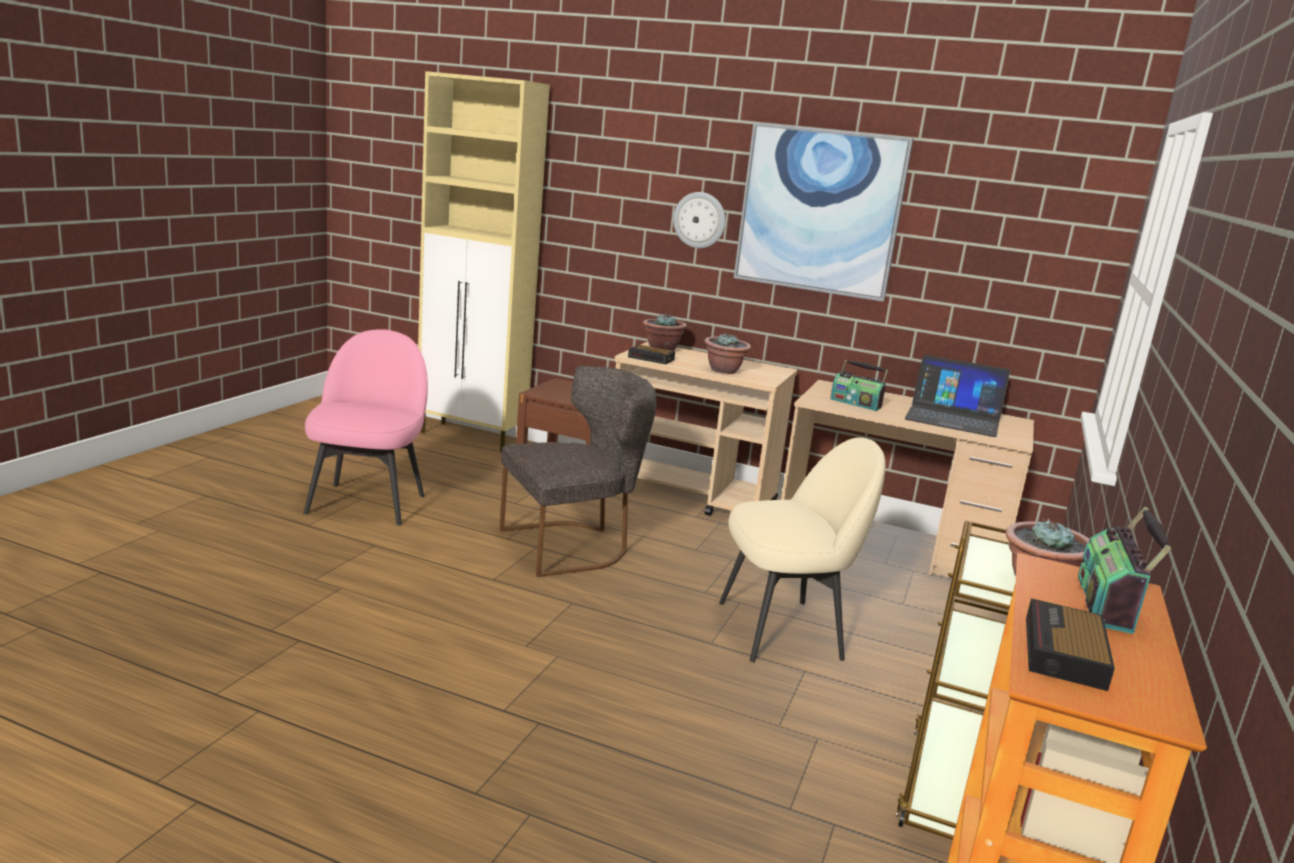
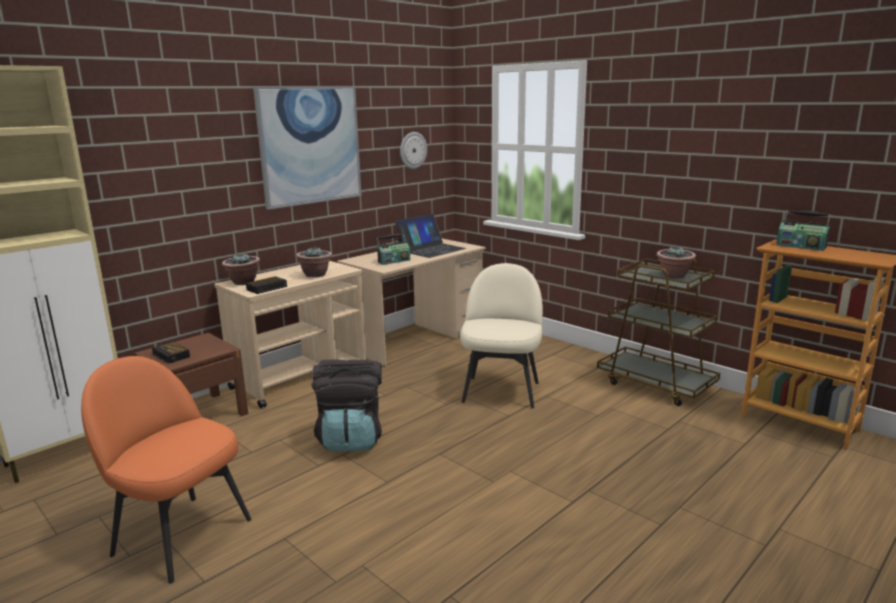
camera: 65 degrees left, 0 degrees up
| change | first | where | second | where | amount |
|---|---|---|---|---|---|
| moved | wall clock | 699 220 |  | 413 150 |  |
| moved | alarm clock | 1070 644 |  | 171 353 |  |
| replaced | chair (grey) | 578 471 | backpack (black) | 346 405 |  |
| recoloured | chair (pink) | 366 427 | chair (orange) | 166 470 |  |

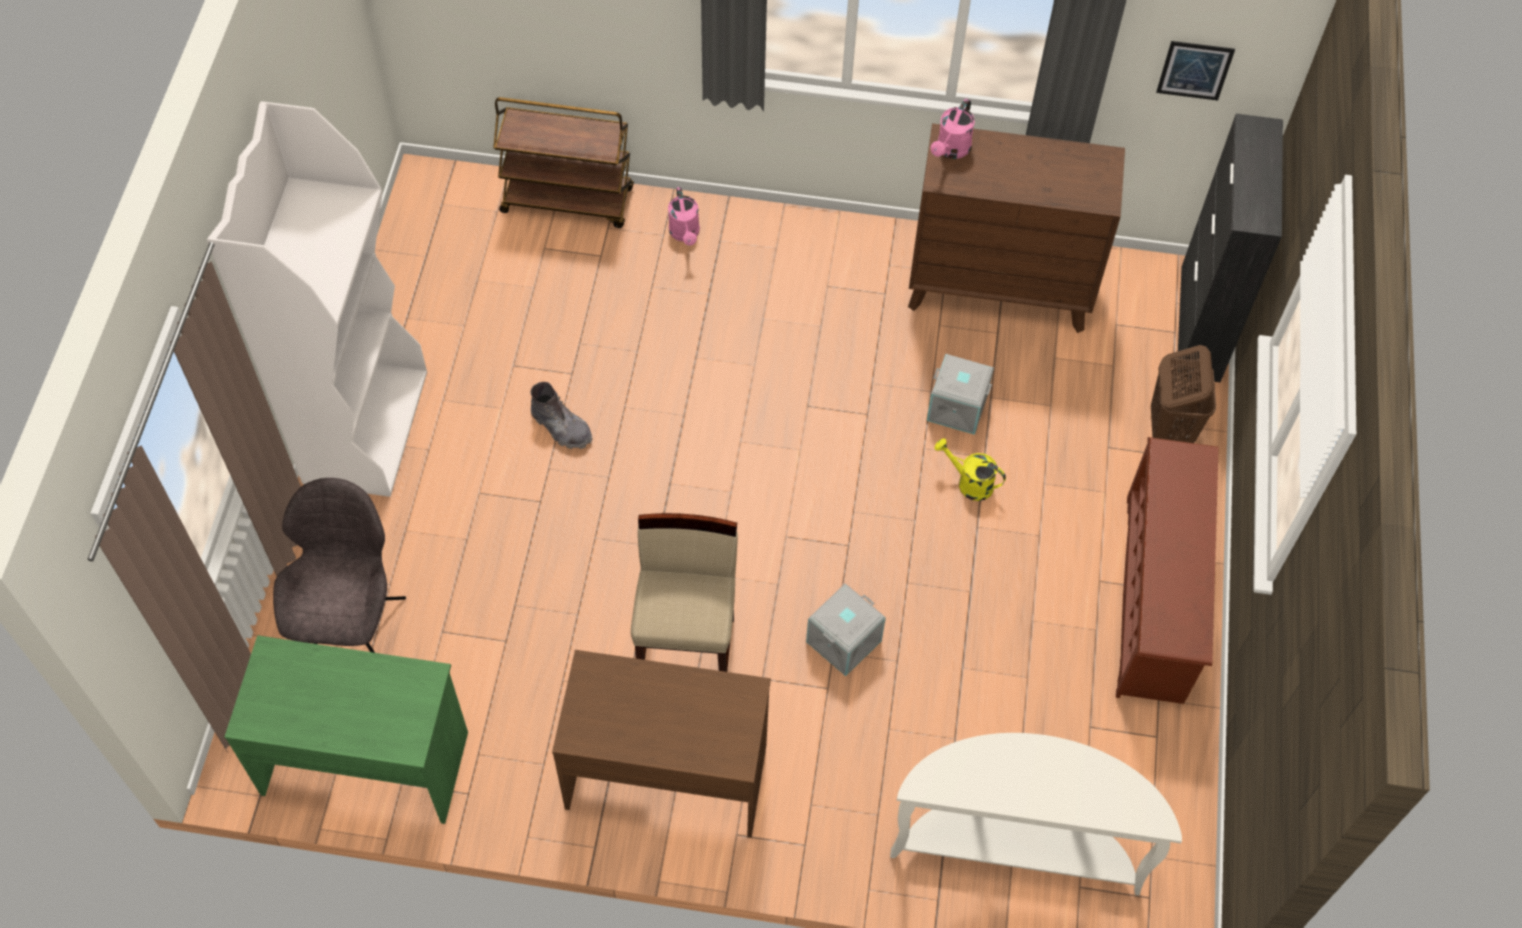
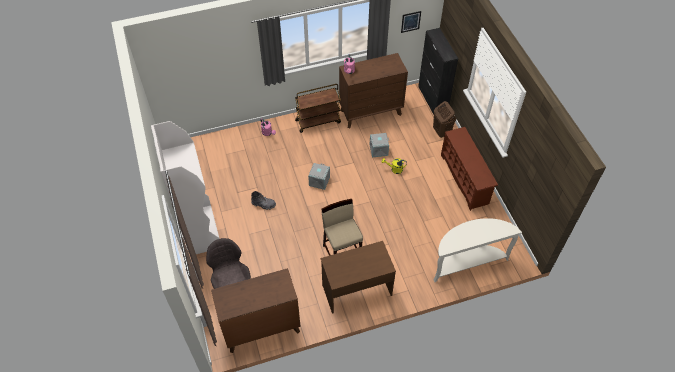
camera: 25 degrees left, 5 degrees down
| change | first | where | second | where | amount |
|---|---|---|---|---|---|
| moved | cart (brown) | 563 162 |  | 318 108 |  |
| moved | storage box (grey) | 846 629 |  | 319 176 |  |
| replaced | desk (green) | 346 729 | dresser (brown) | 256 310 |  |

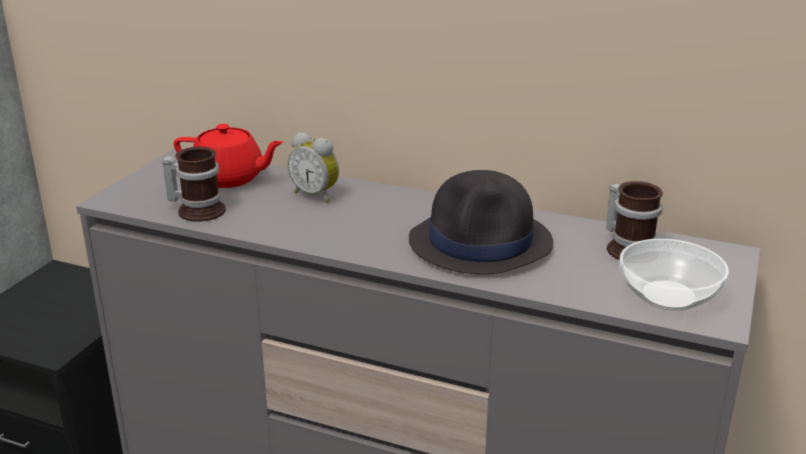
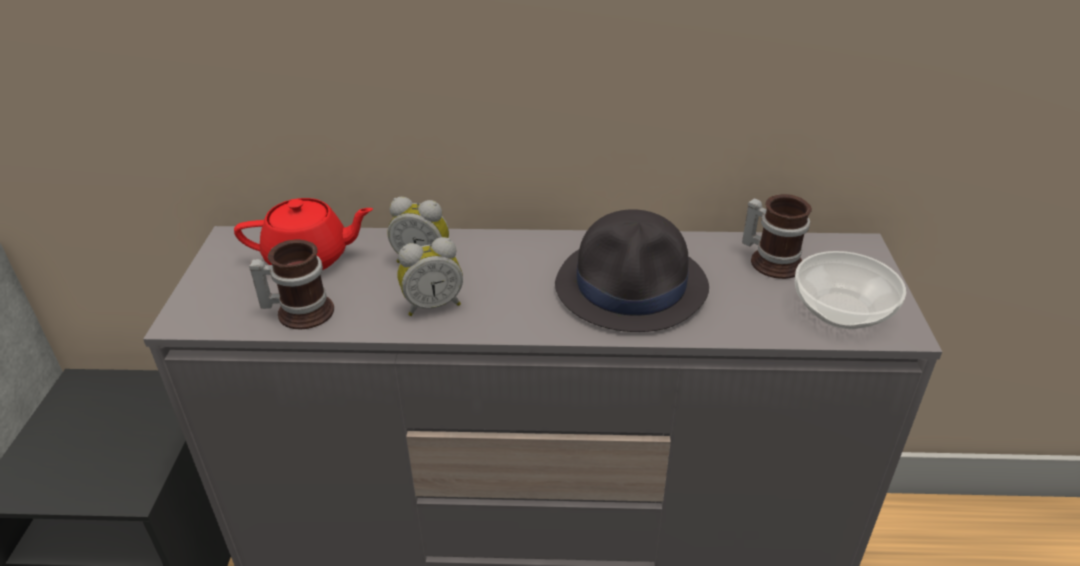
camera: 20 degrees left, 10 degrees up
| change | first | where | second | where | amount |
|---|---|---|---|---|---|
| added |  |  | alarm clock | 430 276 |  |

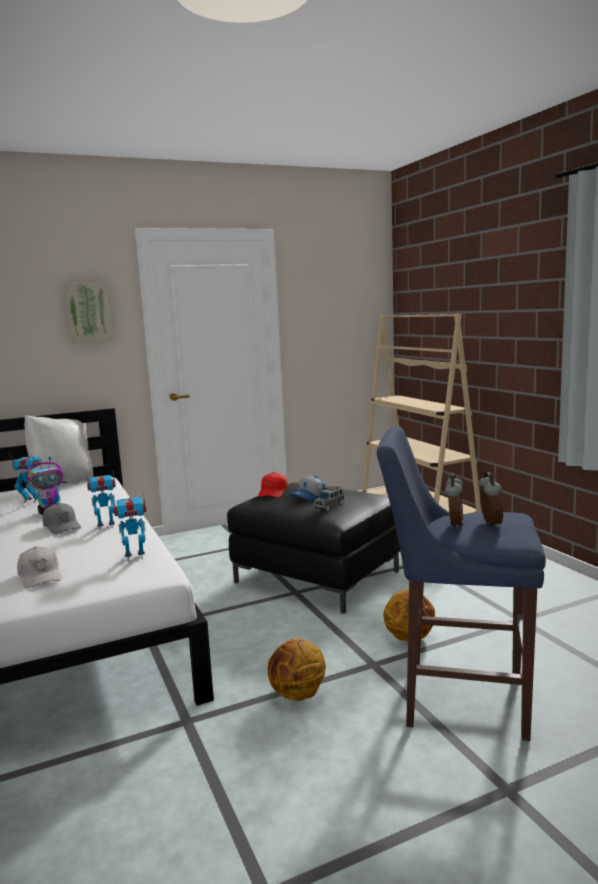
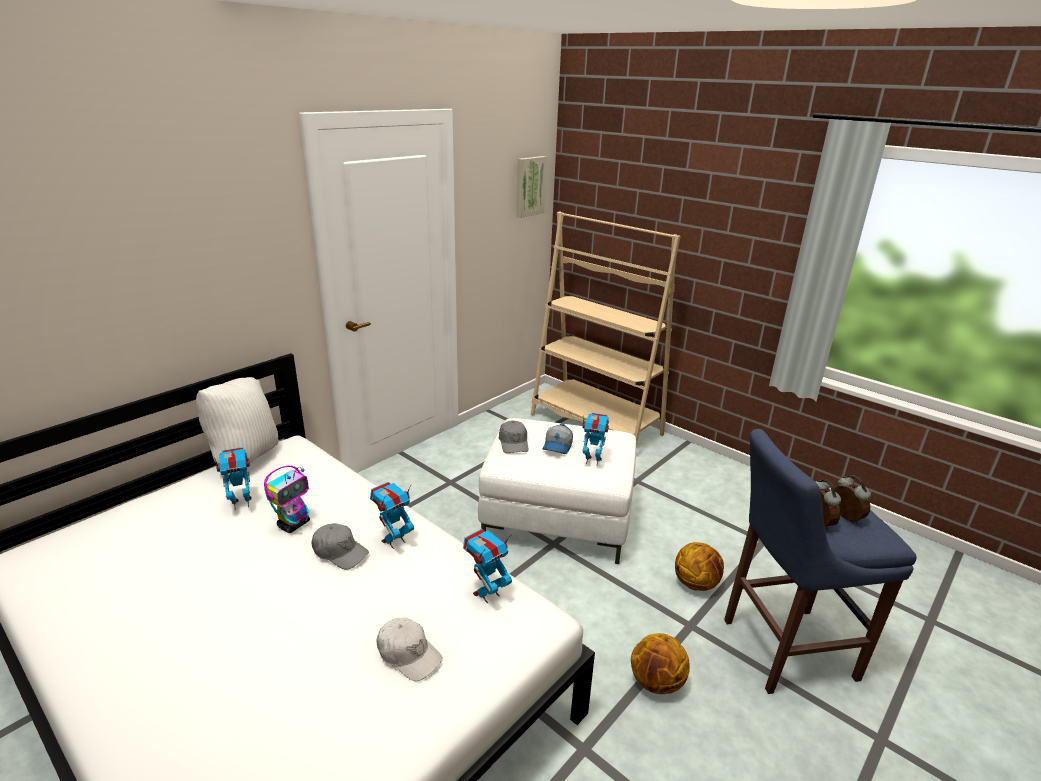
camera: 25 degrees left, 15 degrees up
| change | first | where | second | where | amount |
|---|---|---|---|---|---|
| moved | picture | 88 313 |  | 531 187 |  |
| replaced | toy car (grey) | 329 498 | toy robot | 595 439 |  |
| recoloured | ottoman (black) | 313 548 | ottoman (white) | 557 491 |  |
| recoloured | cap (red) | 273 485 | cap (grey) | 513 436 |  |

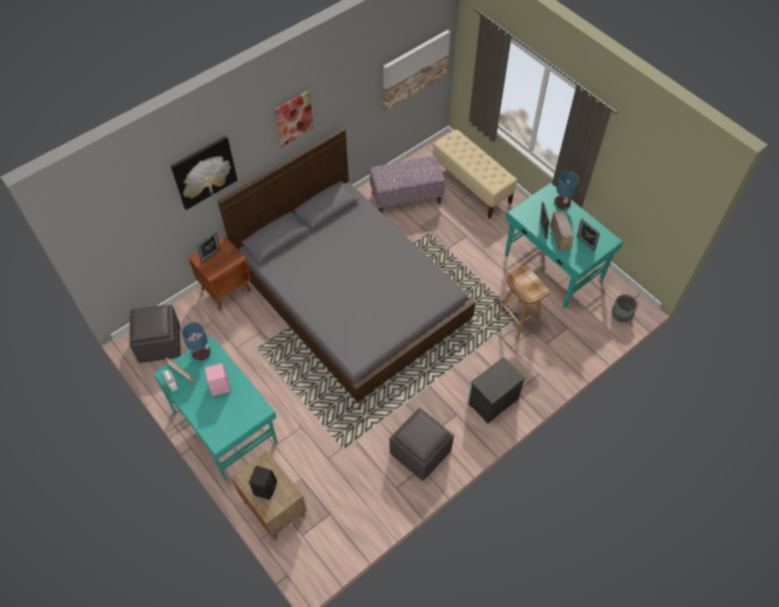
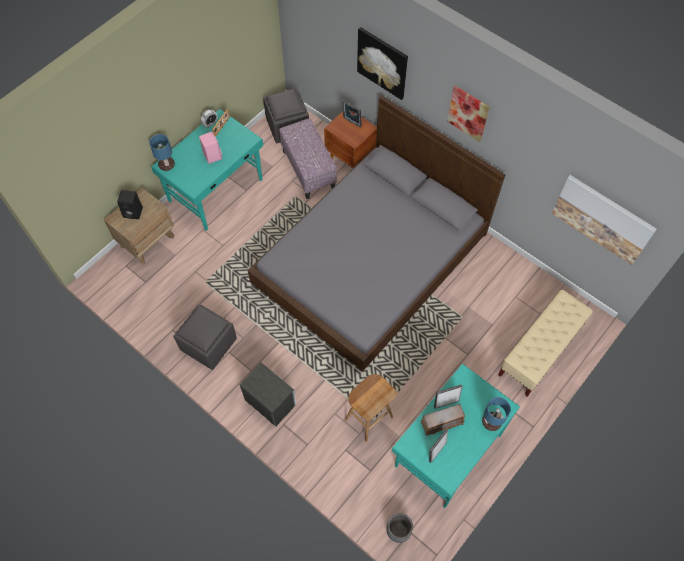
camera: 80 degrees right, 5 degrees up
| change | first | where | second | where | amount |
|---|---|---|---|---|---|
| moved | table lamp | 196 341 |  | 162 152 |  |
| moved | ottoman | 407 185 |  | 308 159 |  |

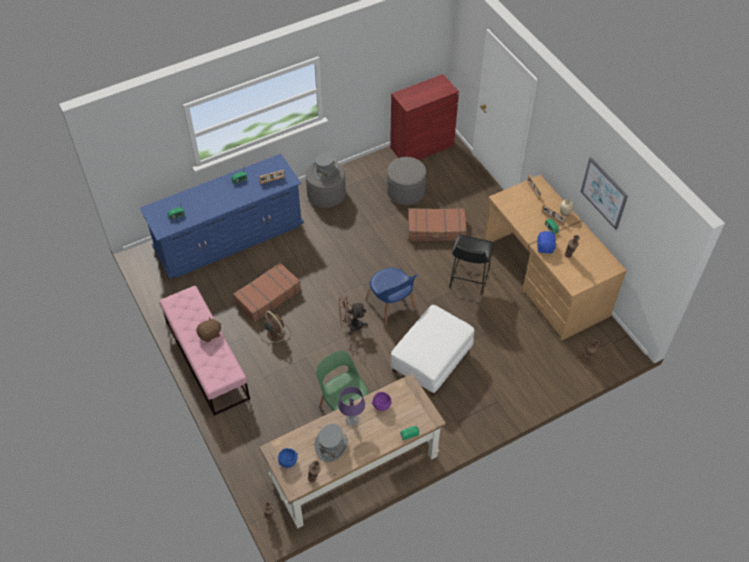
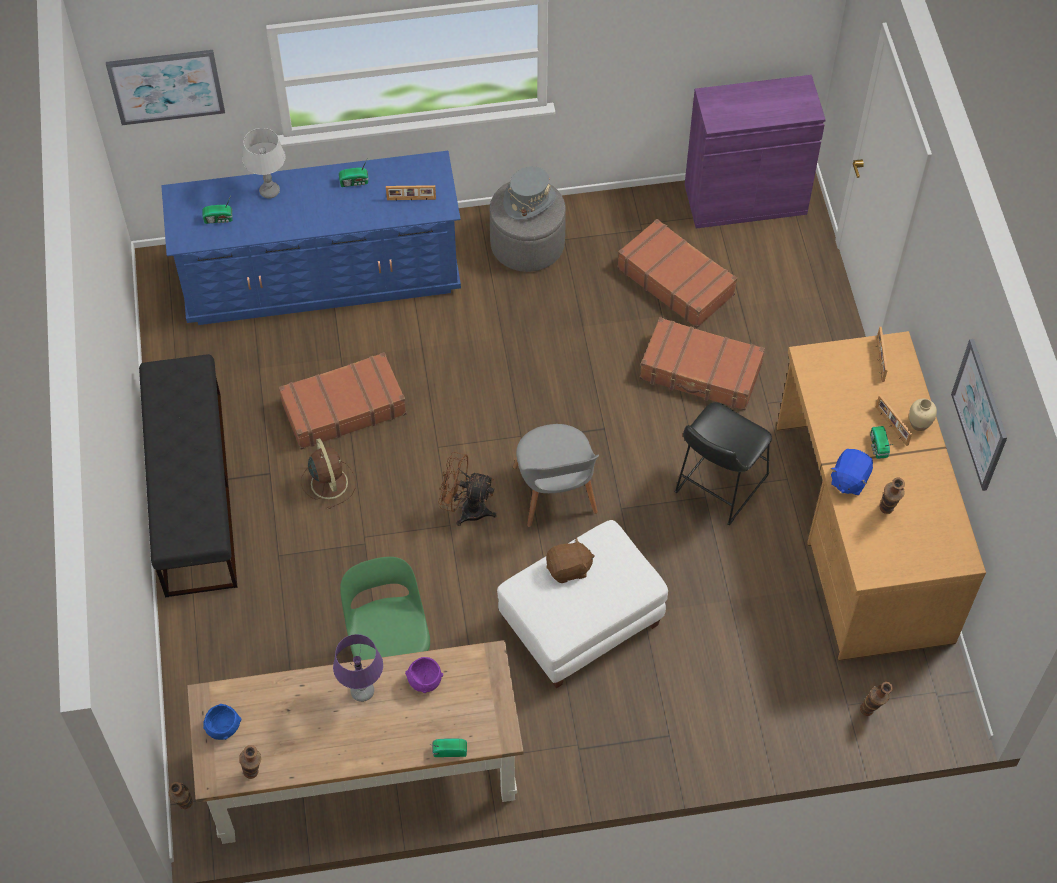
camera: 20 degrees right, 5 degrees up
| change | first | where | second | where | amount |
|---|---|---|---|---|---|
| removed | hat (grey) | 331 443 |  |  |  |
| added |  |  | picture | 165 87 |  |
| added |  |  | table lamp (grey) | 264 163 |  |
| moved | plush toy (brown) | 208 329 |  | 570 560 |  |
| replaced | ottoman (grey) | 406 181 | suitcase (brown) | 677 273 |  |
| recoloured | bench (pink) | 204 351 | bench (black) | 188 476 |  |
| recoloured | chair (blue) | 391 296 | chair (grey) | 556 475 |  |
| recoloured | cabinet (red) | 424 117 | cabinet (purple) | 755 152 |  |

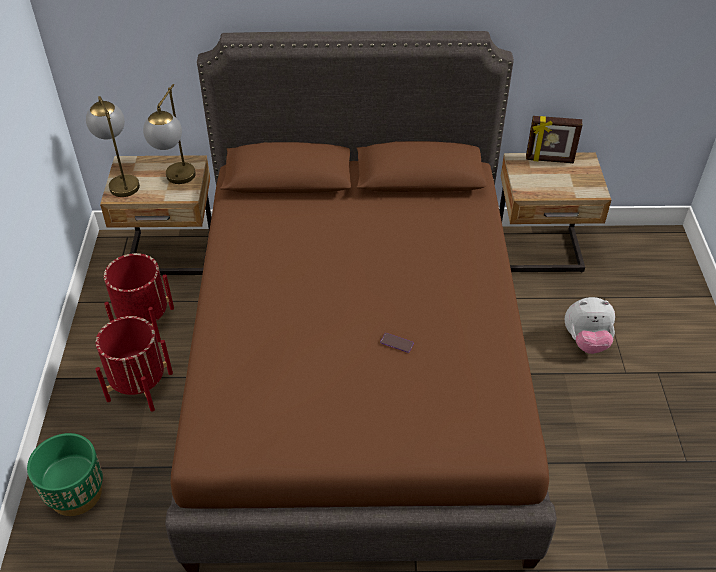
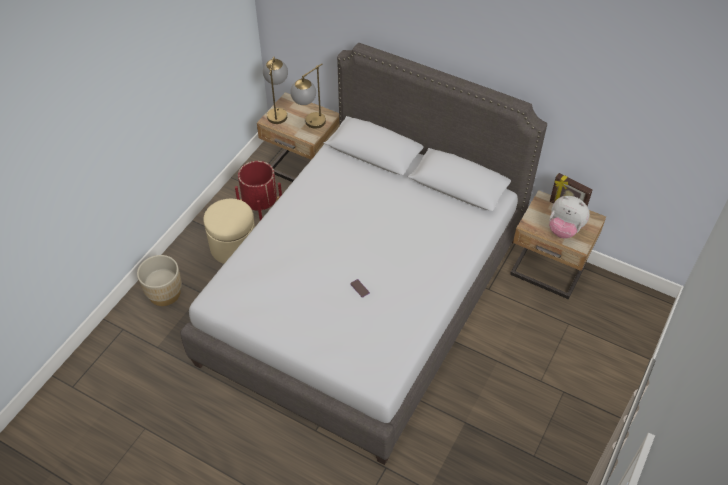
camera: 30 degrees right, 5 degrees up
| change | first | where | second | where | amount |
|---|---|---|---|---|---|
| moved | plush toy | 590 325 |  | 569 217 |  |
| replaced | planter (red) | 134 364 | ottoman (beige) | 229 231 |  |
| recoloured | planter (green) | 65 474 | planter (beige) | 159 280 |  |
| recoloured | bed (brown) | 361 301 | bed (grey) | 363 254 |  |

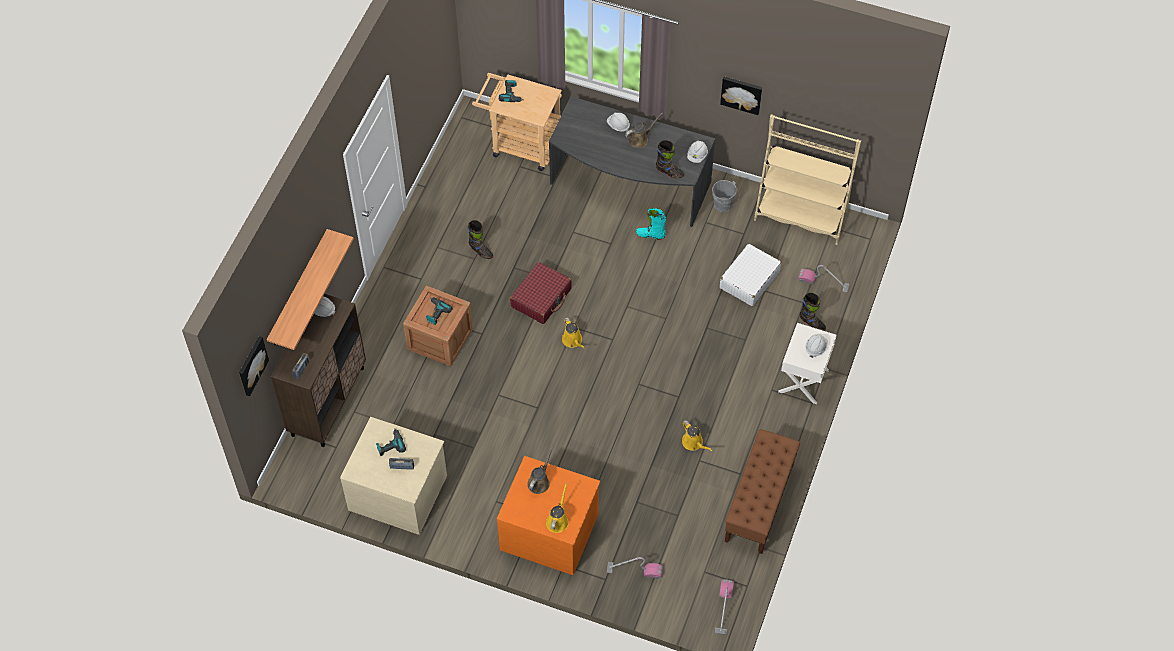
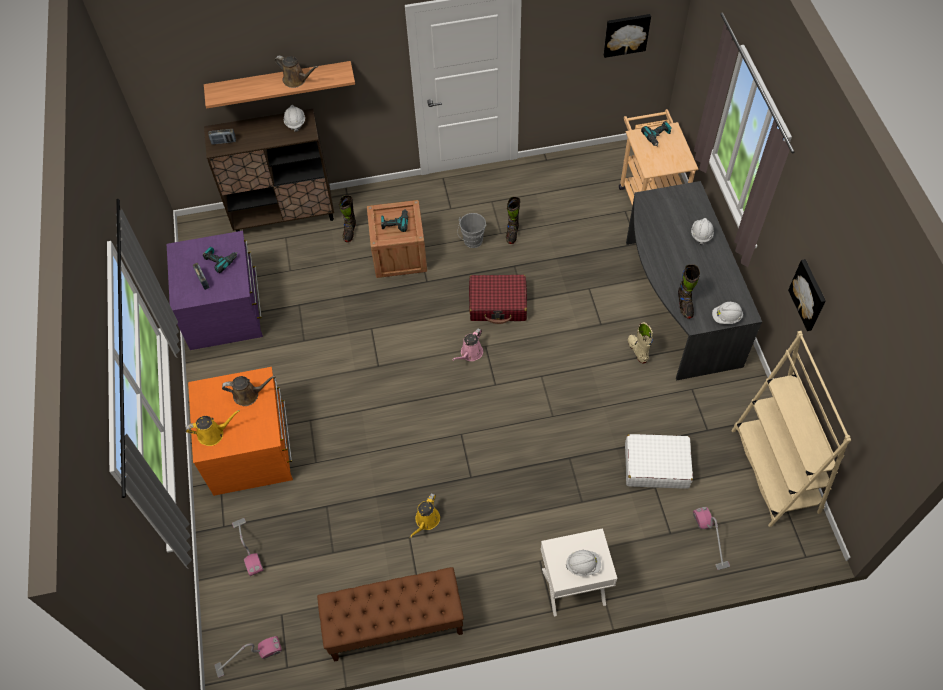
camera: 60 degrees right, 0 degrees up
| change | first | where | second | where | amount |
|---|---|---|---|---|---|
| moved | picture | 254 366 |  | 627 36 |  |
| moved | watering can (brown) | 644 130 |  | 297 72 |  |
| moved | bucket (grey) | 726 196 |  | 471 230 |  |
| moved | boot (black) | 813 311 |  | 347 218 |  |
| recoloured | dresser (beige) | 393 476 | dresser (purple) | 215 290 |  |
| recoloured | watering can (yellow) | 573 333 | watering can (pink) | 467 344 |  |
| recoloured | boot (turquoise) | 651 224 | boot (beige) | 640 343 |  |

